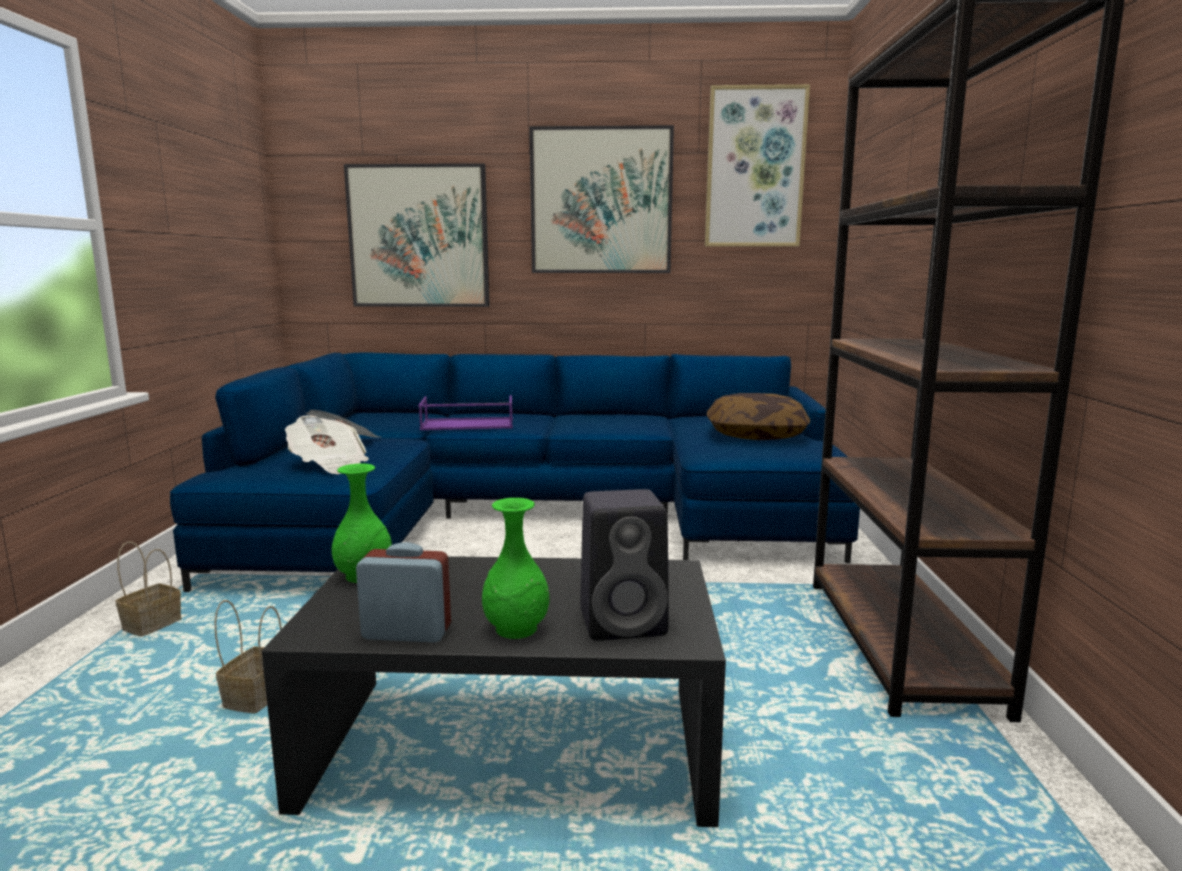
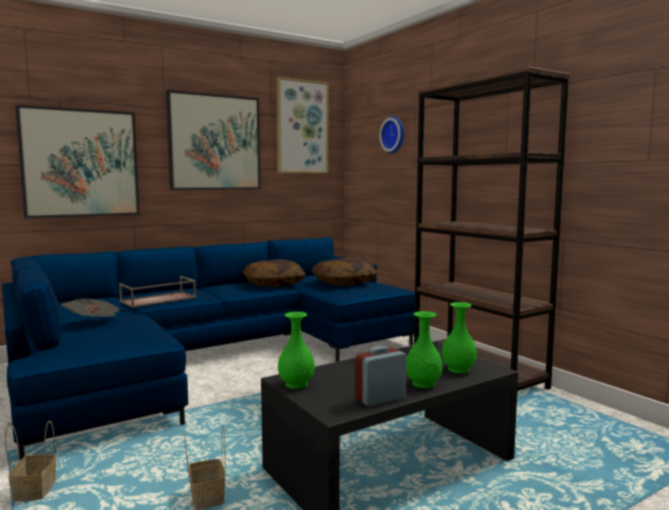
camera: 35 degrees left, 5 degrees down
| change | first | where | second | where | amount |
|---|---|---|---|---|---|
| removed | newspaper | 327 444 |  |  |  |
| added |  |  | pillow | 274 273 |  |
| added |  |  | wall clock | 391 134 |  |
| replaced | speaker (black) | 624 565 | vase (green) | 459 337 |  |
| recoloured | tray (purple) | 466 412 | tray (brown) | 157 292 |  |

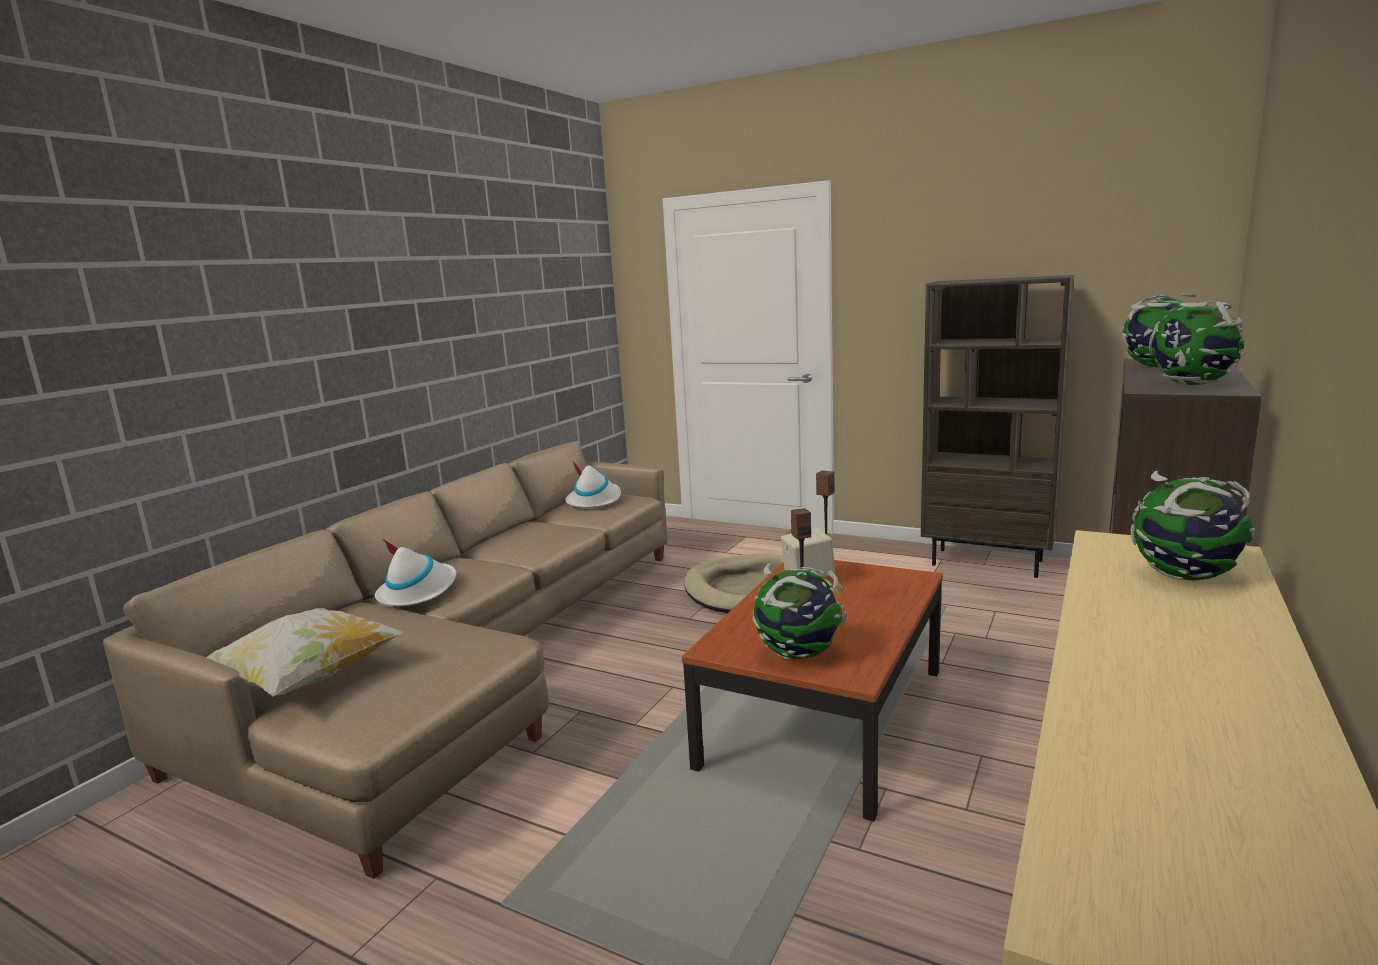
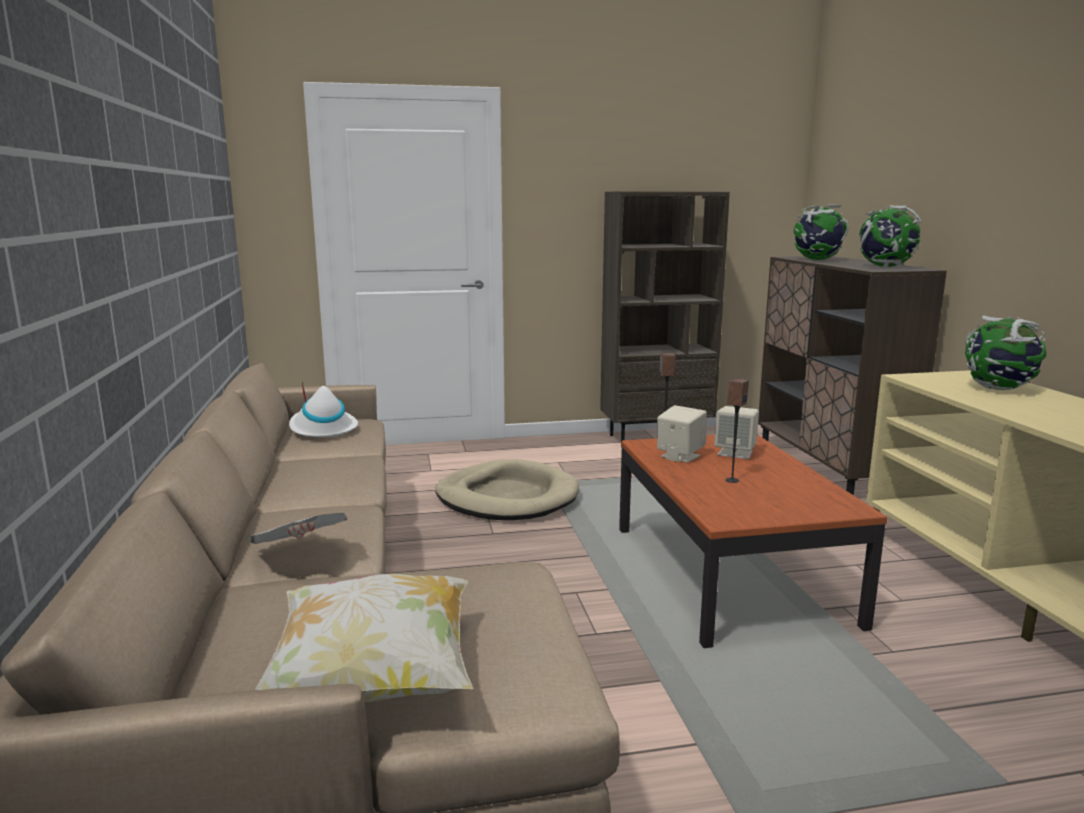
camera: 40 degrees left, 0 degrees up
| change | first | where | second | where | amount |
|---|---|---|---|---|---|
| removed | globe | 800 611 |  |  |  |
| added |  |  | speaker (beige) | 736 432 |  |
| replaced | hat (white) | 415 572 | newspaper | 297 528 |  |

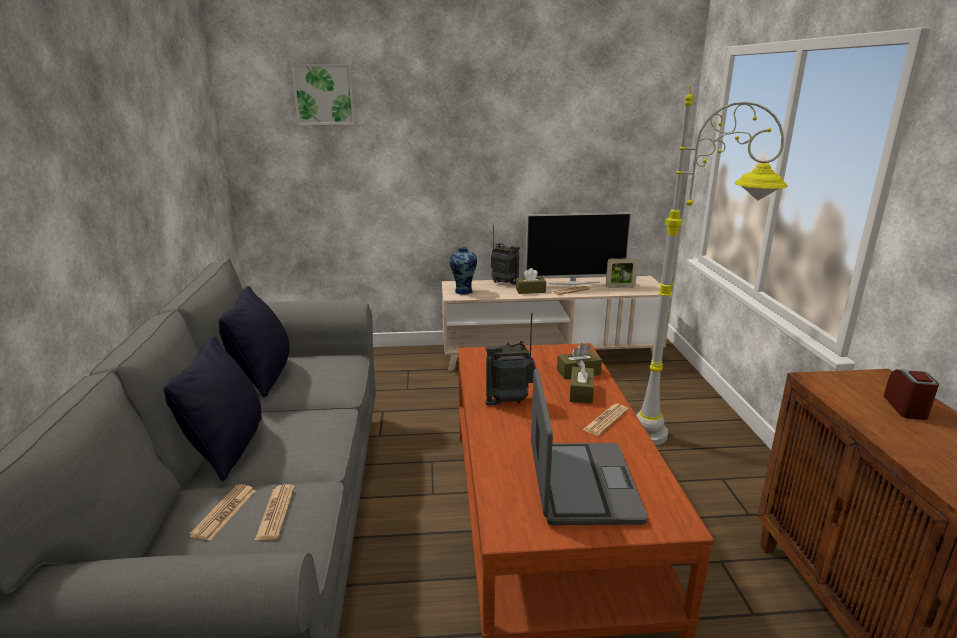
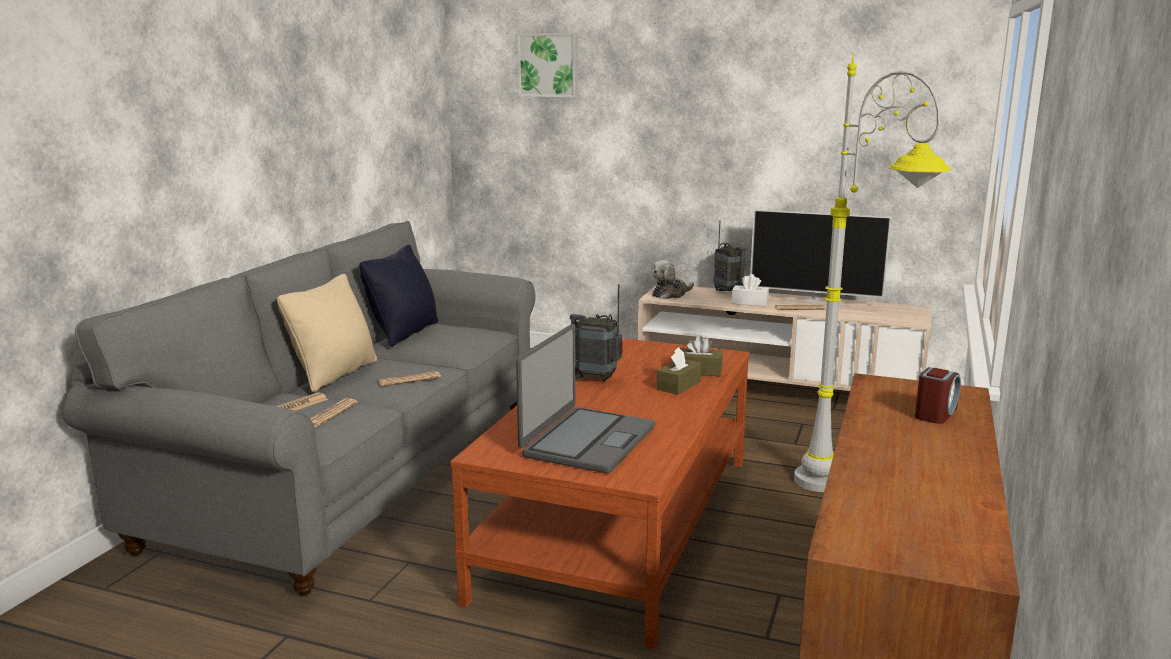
camera: 25 degrees right, 5 degrees down
| change | first | where | second | where | amount |
|---|---|---|---|---|---|
| removed | picture frame | 622 273 |  |  |  |
| moved | newspaper | 606 420 |  | 409 378 |  |
| replaced | vase | 463 271 | plush toy | 672 279 |  |
| recoloured | pillow (black) | 213 408 | pillow (beige) | 327 333 |  |
| recoloured | tissue box (brown) | 531 281 | tissue box (white) | 750 290 |  |

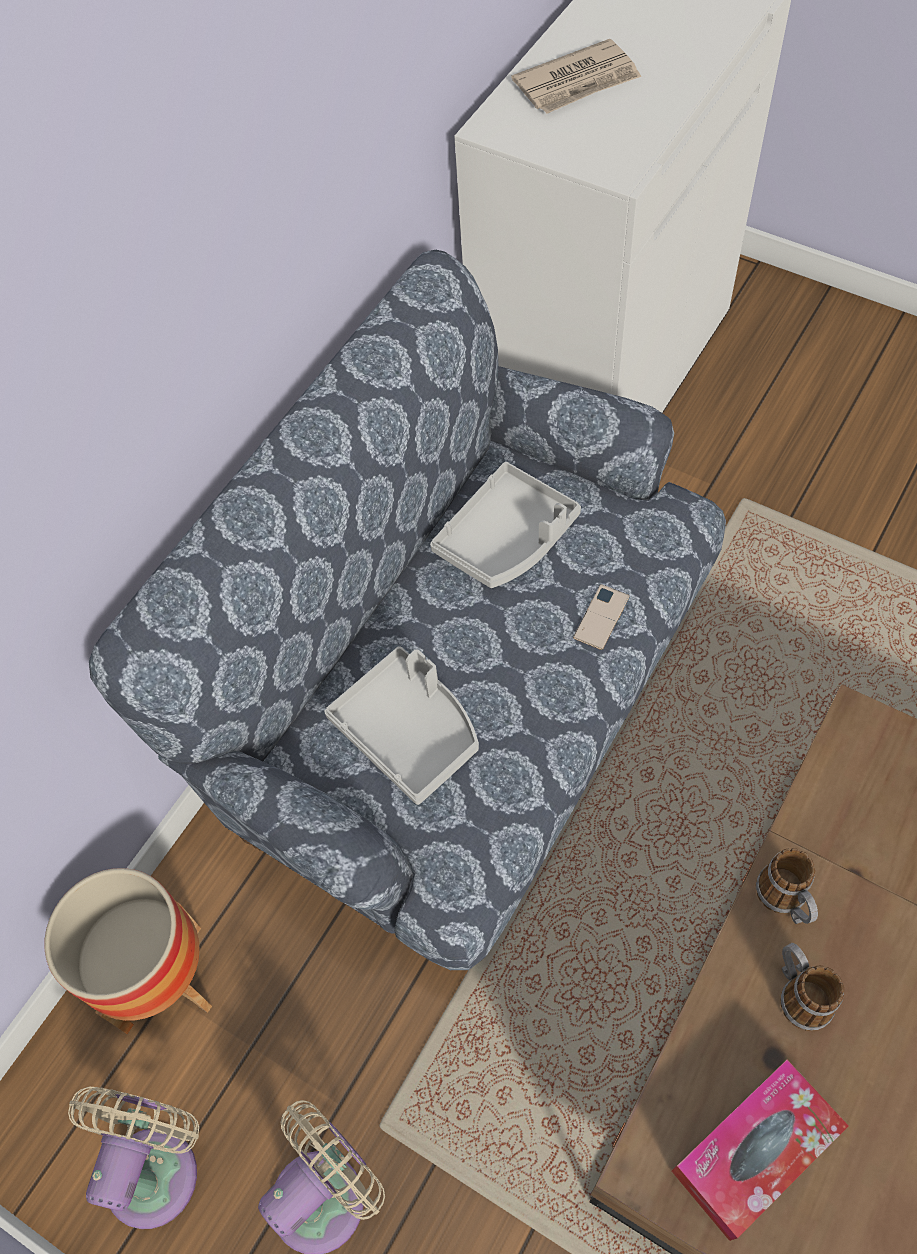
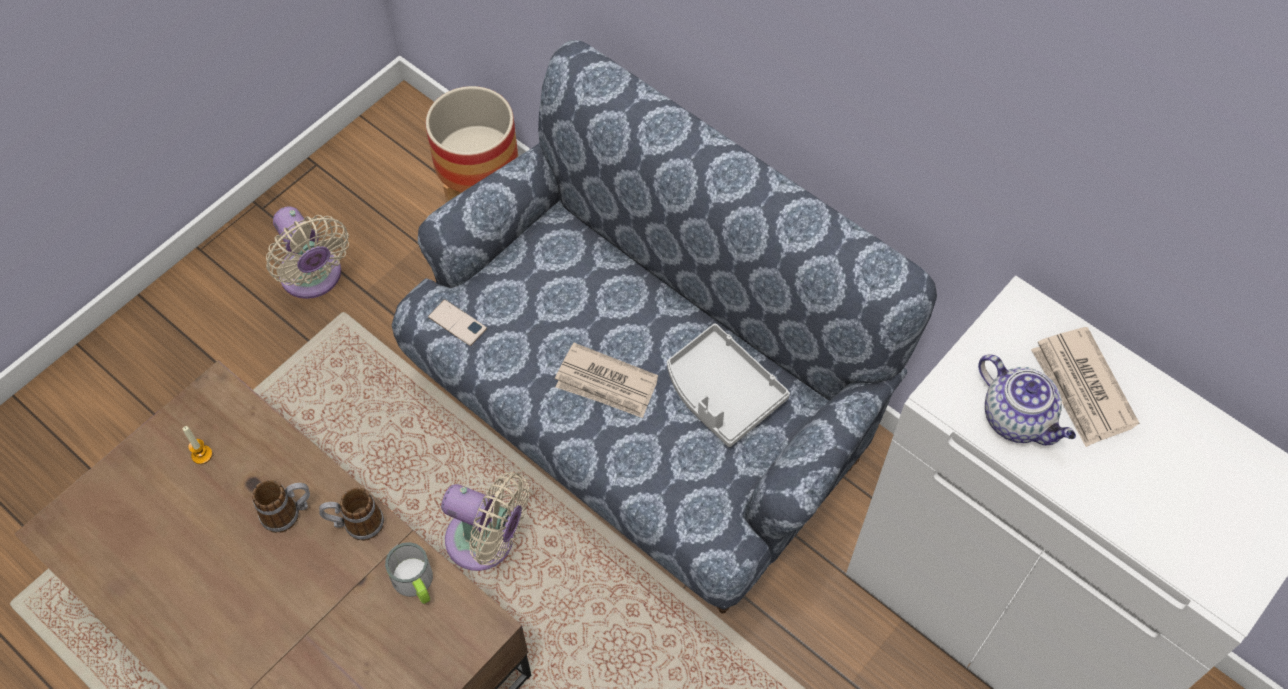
camera: 95 degrees right, 0 degrees up
| change | first | where | second | where | amount |
|---|---|---|---|---|---|
| removed | tray (grey) | 401 725 |  |  |  |
| added |  |  | mug | 409 573 |  |
| added |  |  | newspaper | 606 380 |  |
| added |  |  | teapot | 1027 400 |  |
| moved | fan (beige) | 133 1158 |  | 485 521 |  |
| moved | phone | 601 617 |  | 457 322 |  |
| replaced | tissue box | 760 1150 | candle | 197 445 |  |

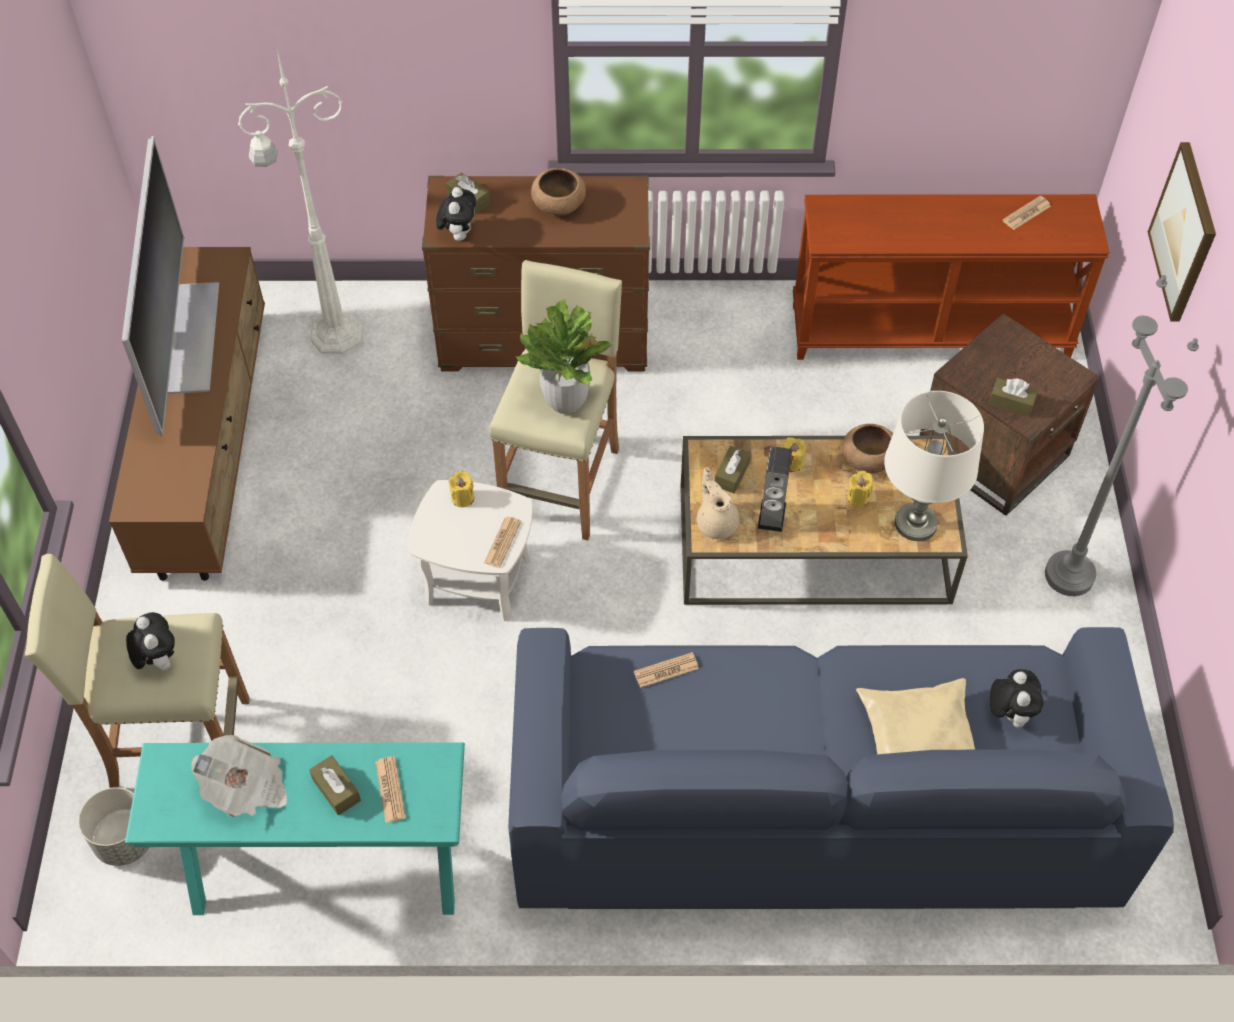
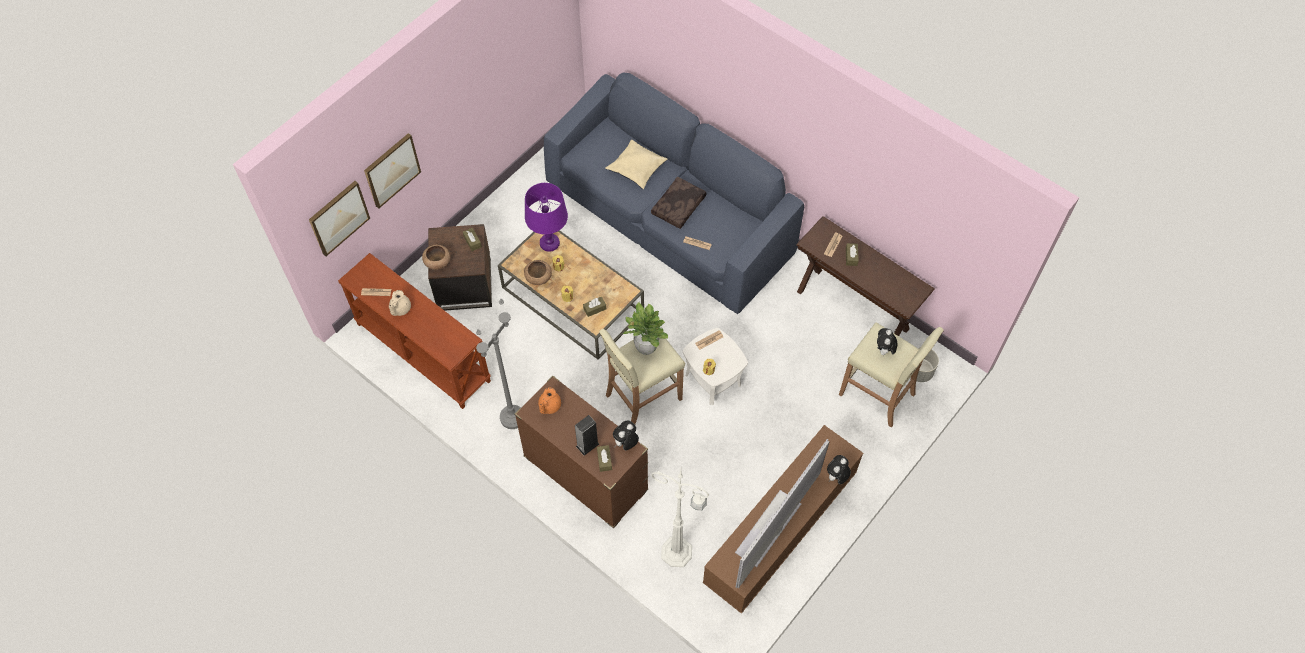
camera: 140 degrees left, 5 degrees up
| change | first | where | second | where | amount |
|---|---|---|---|---|---|
| removed | newspaper | 239 776 |  |  |  |
| added |  |  | picture | 339 218 |  |
| added |  |  | teapot (orange) | 549 400 |  |
| added |  |  | pillow (brown) | 679 203 |  |
| moved | bowl (brown) | 558 192 |  | 436 257 |  |
| moved | teapot (beige) | 718 503 |  | 400 303 |  |
| moved | speaker | 775 489 |  | 587 435 |  |
| moved | plush toy | 1016 698 |  | 839 469 |  |
| moved | floor lamp (grey) | 1122 435 |  | 498 364 |  |
| recoloured | console table (turquoise) | 295 829 | console table (brown) | 865 276 |  |
| recoloured | table lamp (white) | 934 466 | table lamp (purple) | 546 217 |  |

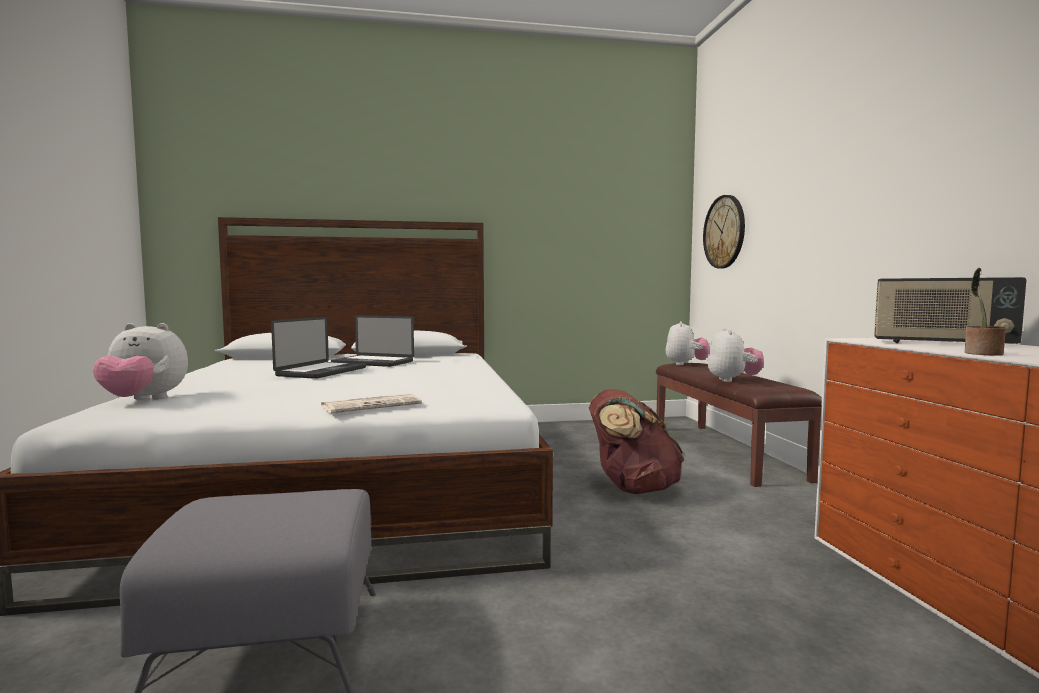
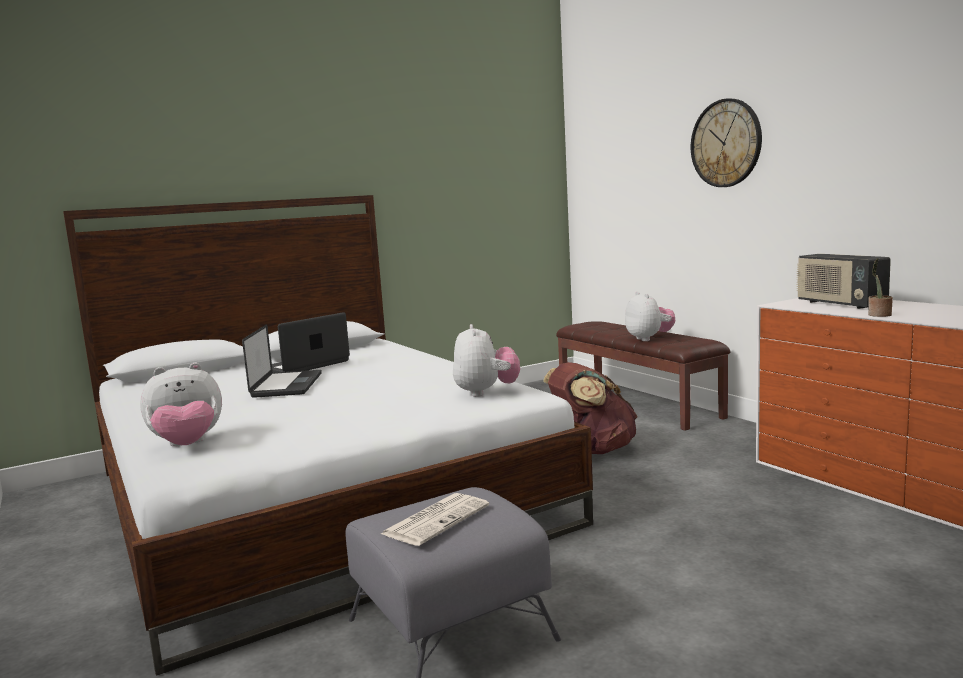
camera: 20 degrees left, 5 degrees up
| change | first | where | second | where | amount |
|---|---|---|---|---|---|
| moved | newspaper | 371 403 |  | 435 519 |  |
| moved | plush toy | 687 343 |  | 486 360 |  |
| moved | wall clock | 724 231 |  | 726 142 |  |
| turned | laptop | 372 341 |  | 311 342 | 135 degrees clockwise |
| turned | radio | 950 310 |  | 843 281 | 60 degrees clockwise |

